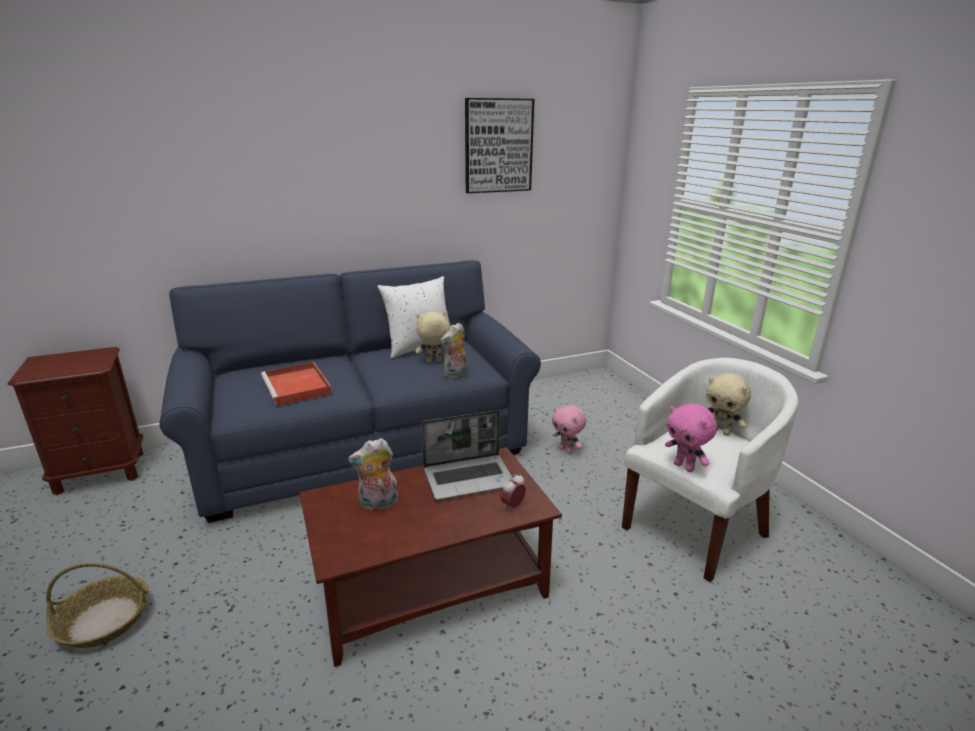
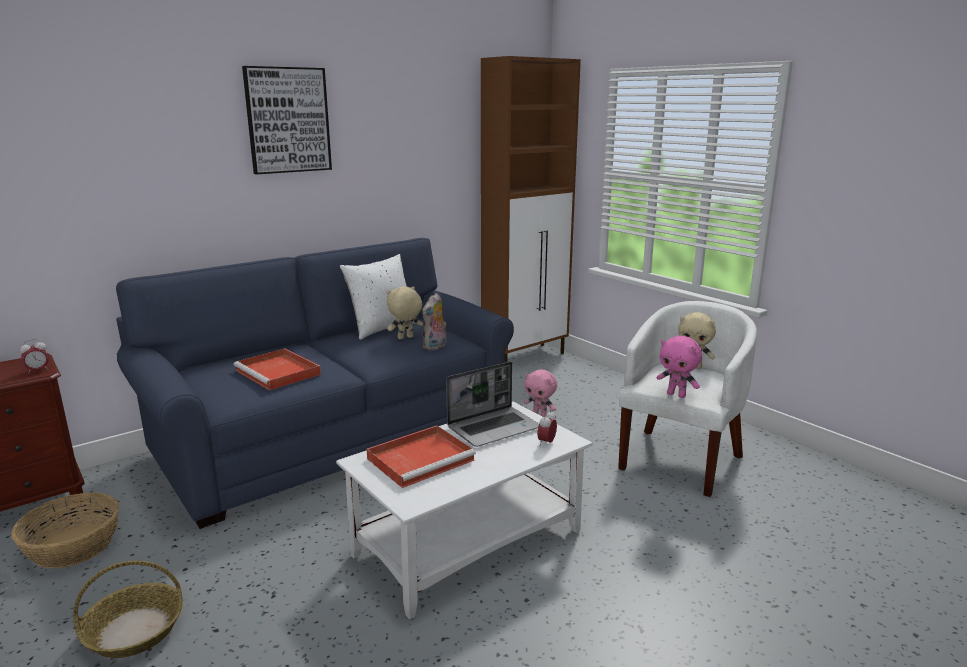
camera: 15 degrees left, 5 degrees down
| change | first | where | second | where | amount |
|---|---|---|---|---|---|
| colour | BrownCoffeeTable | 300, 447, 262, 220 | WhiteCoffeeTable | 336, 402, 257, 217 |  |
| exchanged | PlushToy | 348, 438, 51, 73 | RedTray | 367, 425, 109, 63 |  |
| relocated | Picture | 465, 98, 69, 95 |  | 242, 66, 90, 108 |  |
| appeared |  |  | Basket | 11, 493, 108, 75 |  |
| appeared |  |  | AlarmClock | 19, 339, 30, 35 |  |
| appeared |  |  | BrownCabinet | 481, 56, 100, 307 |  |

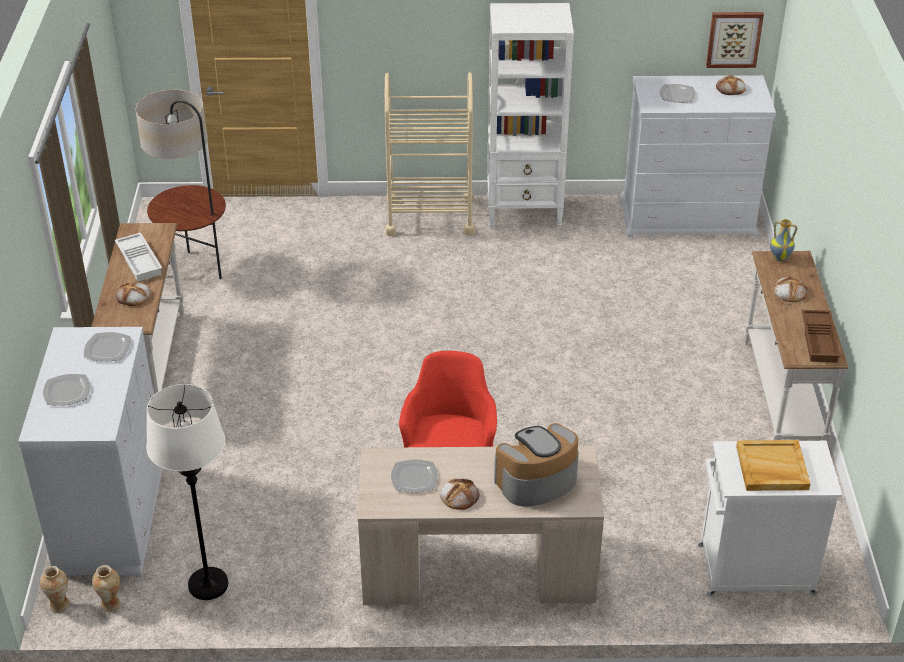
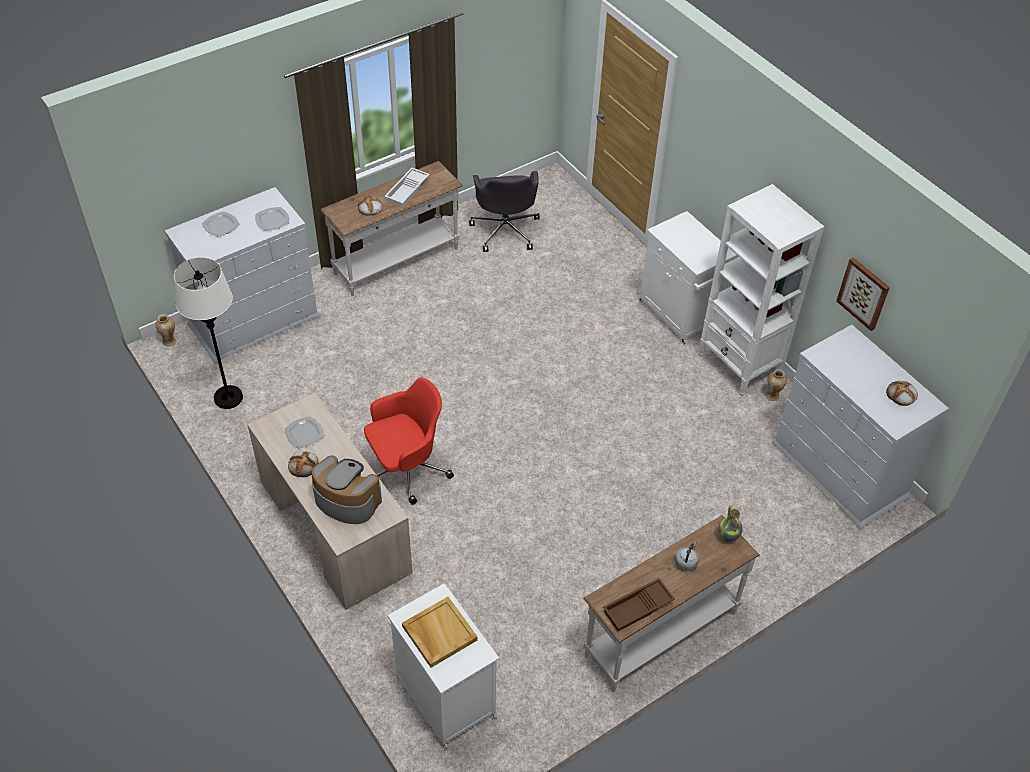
camera: 55 degrees right, 10 degrees up
| change | first | where | second | where | amount |
|---|---|---|---|---|---|
| relocated | Vase | 92, 565, 29, 47 |  | 765, 369, 22, 32 |  |
| exchanged | FloorLamp | 136, 90, 90, 189 | GreyOfficeChair | 469, 171, 71, 81 |  |
| exchanged | BeigeCart | 385, 72, 90, 164 | WhiteCabinet | 638, 211, 99, 134 |  |
| missing | Plate | 660, 84, 36, 19 |  |  |  |
| relocated | Picture | 706, 12, 58, 56 |  | 836, 257, 54, 74 |  |
| exchanged | Bread | 774, 276, 34, 26 | GreyKettle | 675, 541, 24, 31 |  |

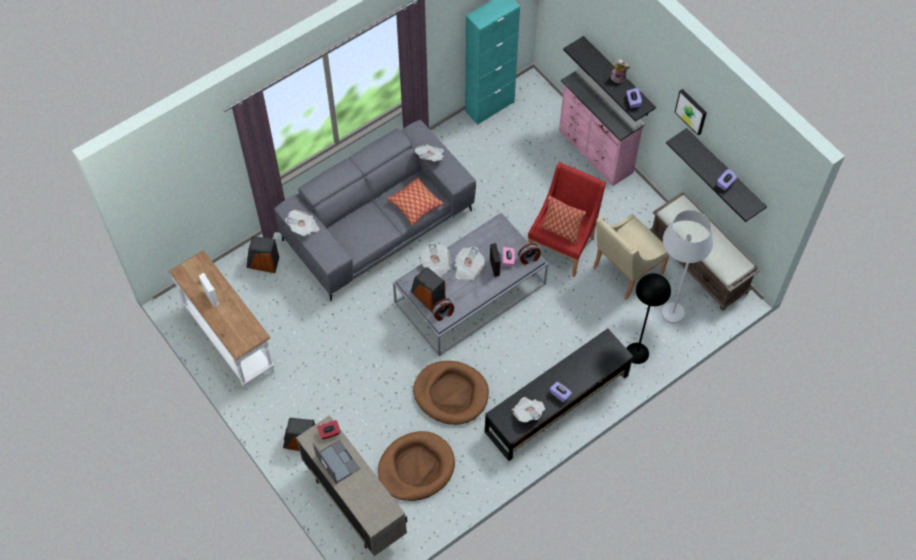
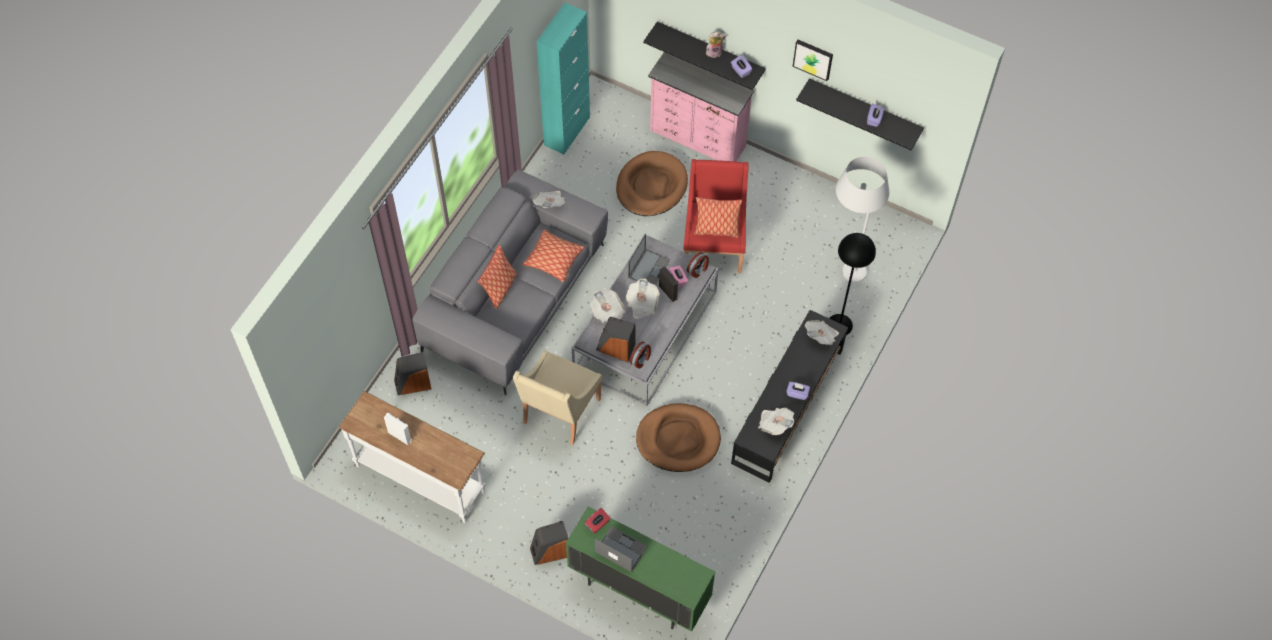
camera: 25 degrees left, 0 degrees up
| change | first | where | second | where | amount |
|---|---|---|---|---|---|
| relocated | Newspaper | 285, 210, 35, 26 |  | 805, 320, 34, 25 |  |
| colour | BeigeCabinet | 296, 415, 111, 141 | GreenCabinet | 566, 507, 149, 125 |  |
| relocated | BrownDogBed | 378, 431, 77, 70 |  | 616, 151, 72, 65 |  |
| relocated | BeigeArmchair | 593, 214, 77, 86 |  | 513, 350, 89, 95 |  |
| missing | BrownBench | 649, 192, 110, 118 |  |  |  |
| appeared |  |  | Pillow | 478, 245, 39, 64 |  |
| appeared |  |  | Laptop | 628, 234, 42, 51 |  |

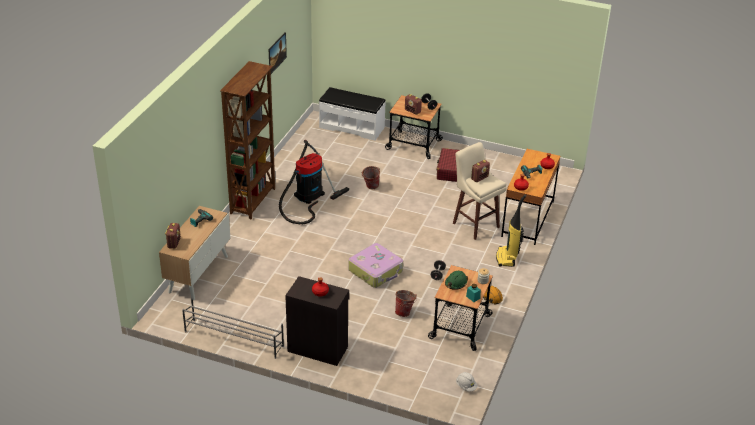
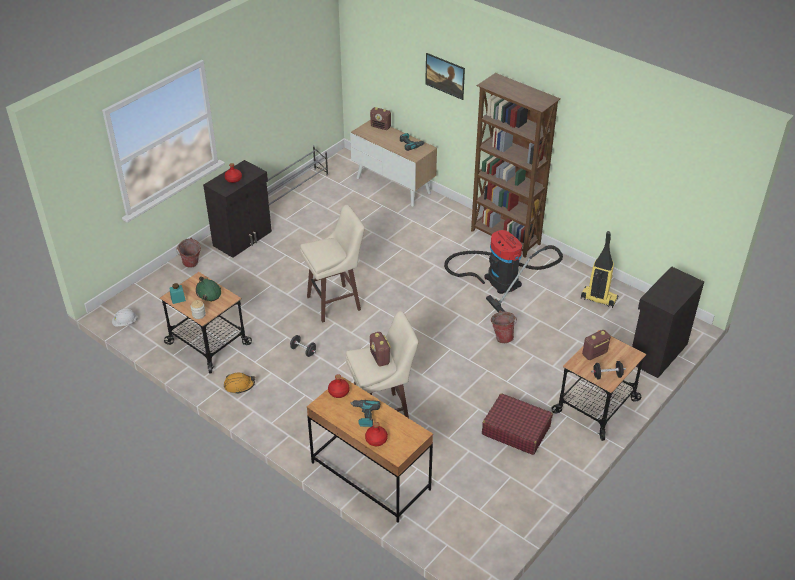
camera: 110 degrees right, 5 degrees up
| change | first | where | second | where | amount |
|---|---|---|---|---|---|
| relocated | Picture | 269, 32, 18, 42 |  | 425, 53, 40, 47 |  |
| exchanged | WhiteBench | 319, 87, 67, 54 | BlackCabinet | 632, 266, 72, 112 |  |
| exchanged | Suitcase | 348, 243, 55, 45 | BeigeStool | 300, 205, 65, 118 |  |
| relocated | Bucket | 395, 290, 22, 27 |  | 176, 238, 25, 30 |  |
| relocated | VacuumCleaner | 496, 194, 30, 73 |  | 581, 231, 37, 77 |  |

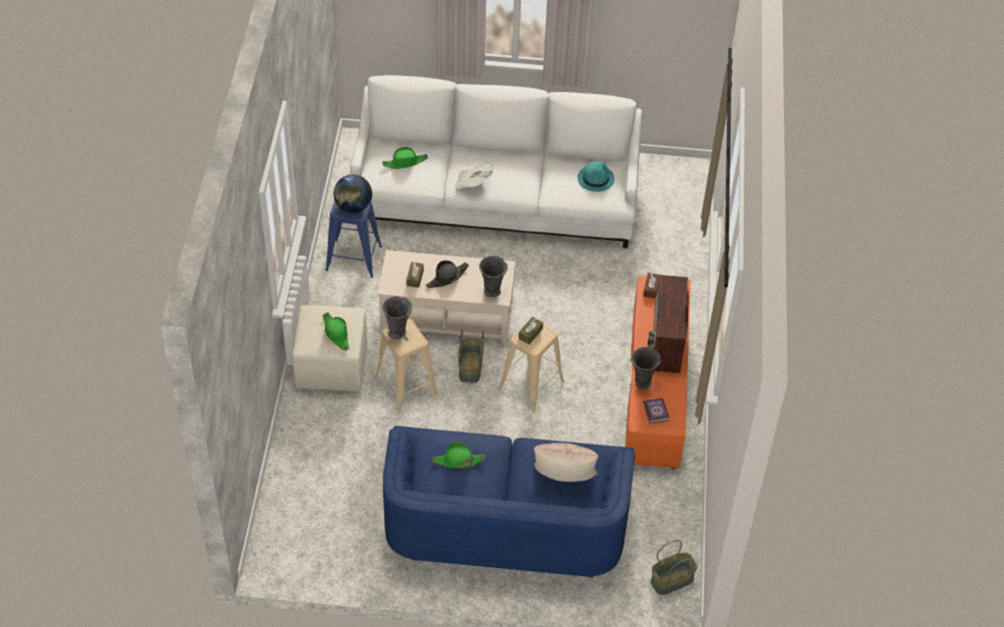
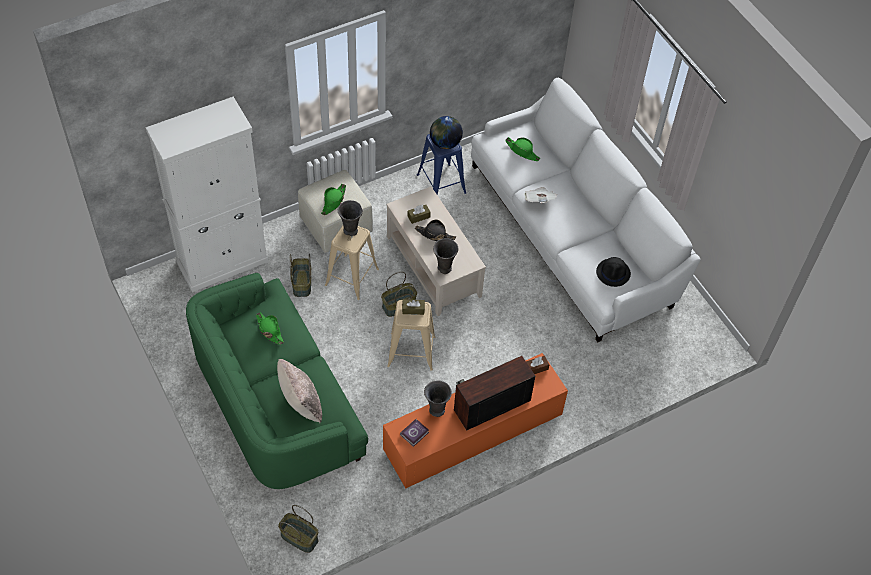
camera: 55 degrees right, 5 degrees up
| change | first | where | second | where | amount |
|---|---|---|---|---|---|
| colour | BlueSofa | 383, 426, 252, 152 | GreenSofa | 186, 273, 182, 216 |  |
| colour | TurquoiseHat | 577, 161, 37, 31 | BlackHat | 596, 257, 35, 30 |  |
| appeared |  |  | WhiteCabinet | 146, 97, 123, 195 |  |
| appeared |  |  | Basket | 290, 254, 21, 43 |  |

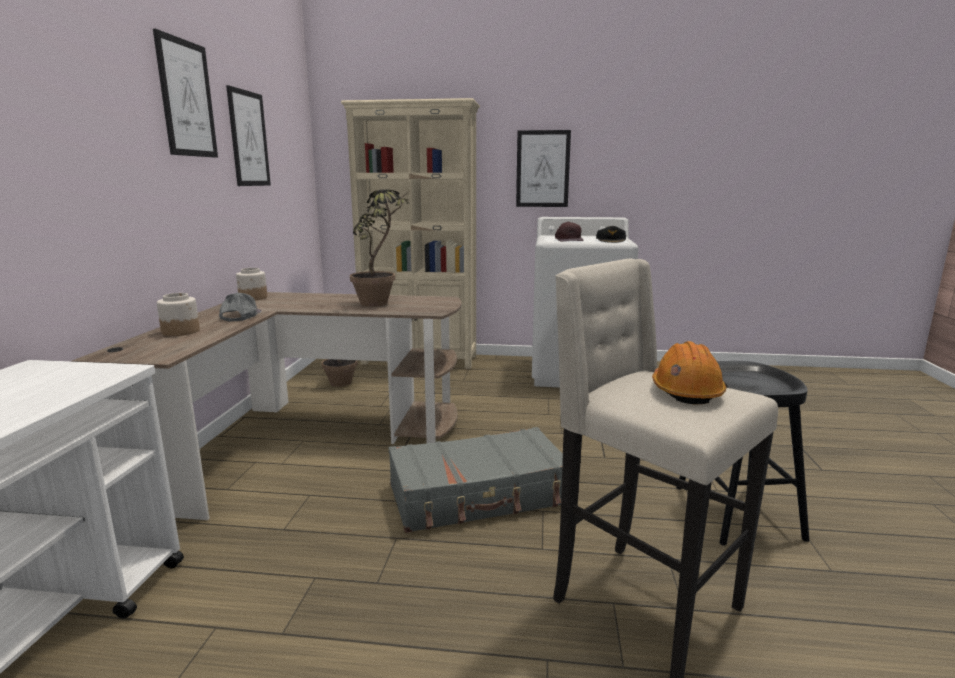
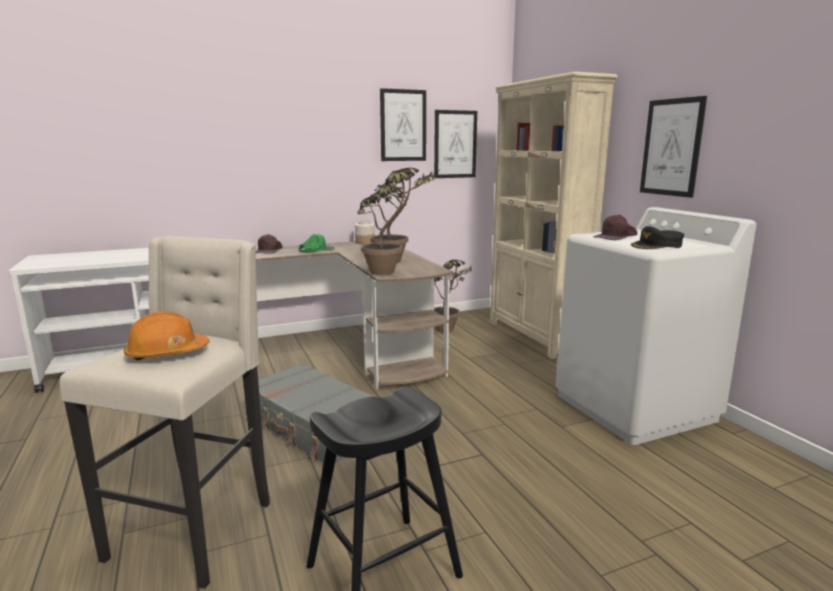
camera: 60 degrees right, 0 degrees up
| change | first | where | second | where | amount |
|---|---|---|---|---|---|
| relocated | Picture | 153, 29, 65, 129 |  | 434, 110, 43, 68 |  |
| exchanged | Jar | 157, 293, 43, 43 | BrownCap | 256, 234, 27, 20 |  |
| colour | GreyCap | 219, 293, 43, 29 | GreenCap | 299, 234, 36, 19 |  |
| appeared |  |  | PottedPlant | 357, 170, 78, 105 |  |

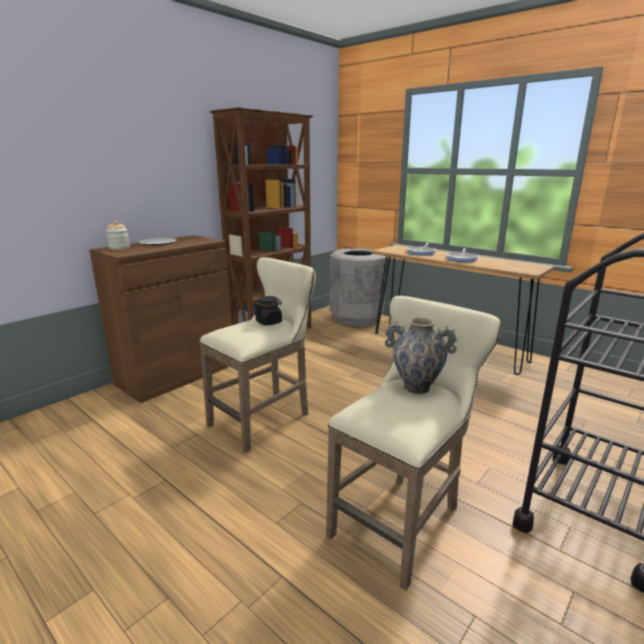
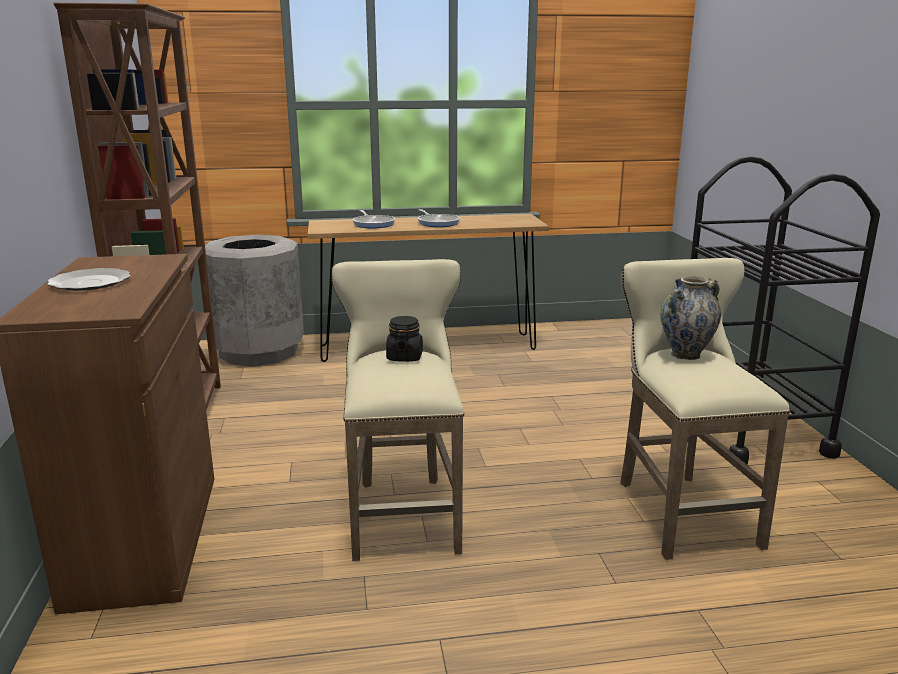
camera: 50 degrees left, 0 degrees up
| change | first | where | second | where | amount |
|---|---|---|---|---|---|
| missing | Jar | 106, 221, 24, 29 |  |  |  |

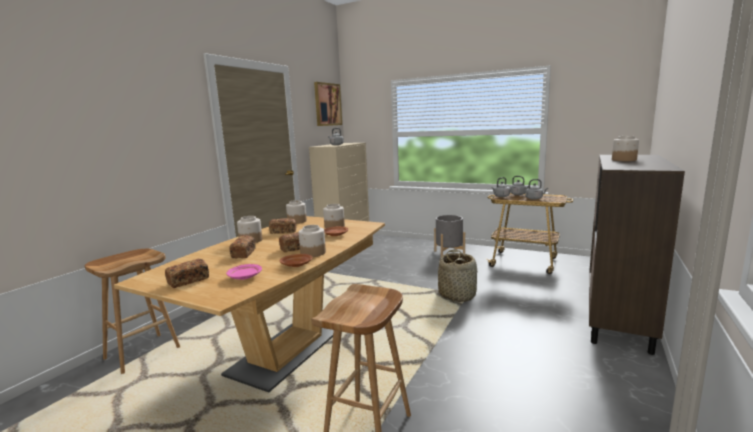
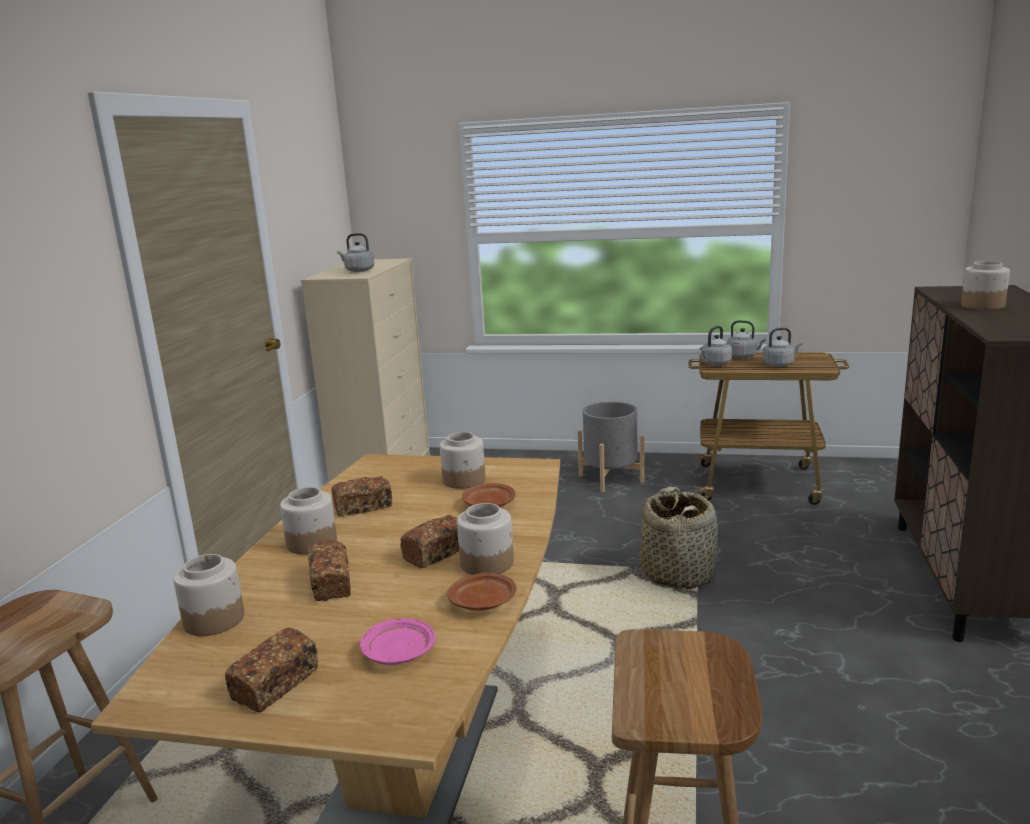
camera: 15 degrees left, 5 degrees up
| change | first | where | second | where | amount |
|---|---|---|---|---|---|
| relocated | Jar | 286, 200, 21, 24 |  | 173, 554, 71, 82 |  |
| missing | Picture | 314, 82, 28, 44 |  |  |  |

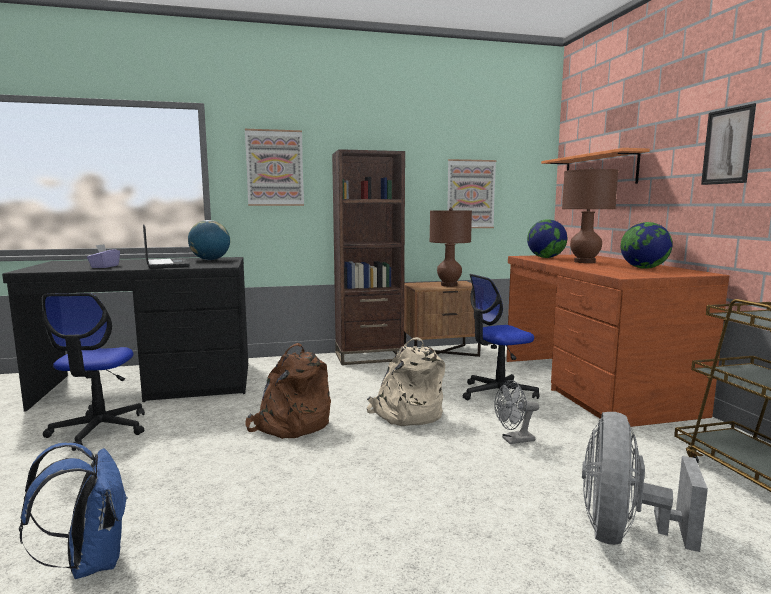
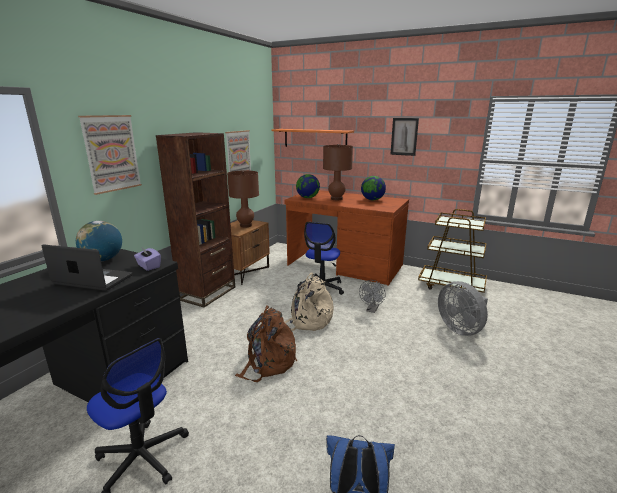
camera: 50 degrees left, 10 degrees up
| change | first | where | second | where | amount |
|---|---|---|---|---|---|
| relocated | PurpleTissueBox | 87, 244, 33, 24 |  | 134, 247, 27, 24 |  |

